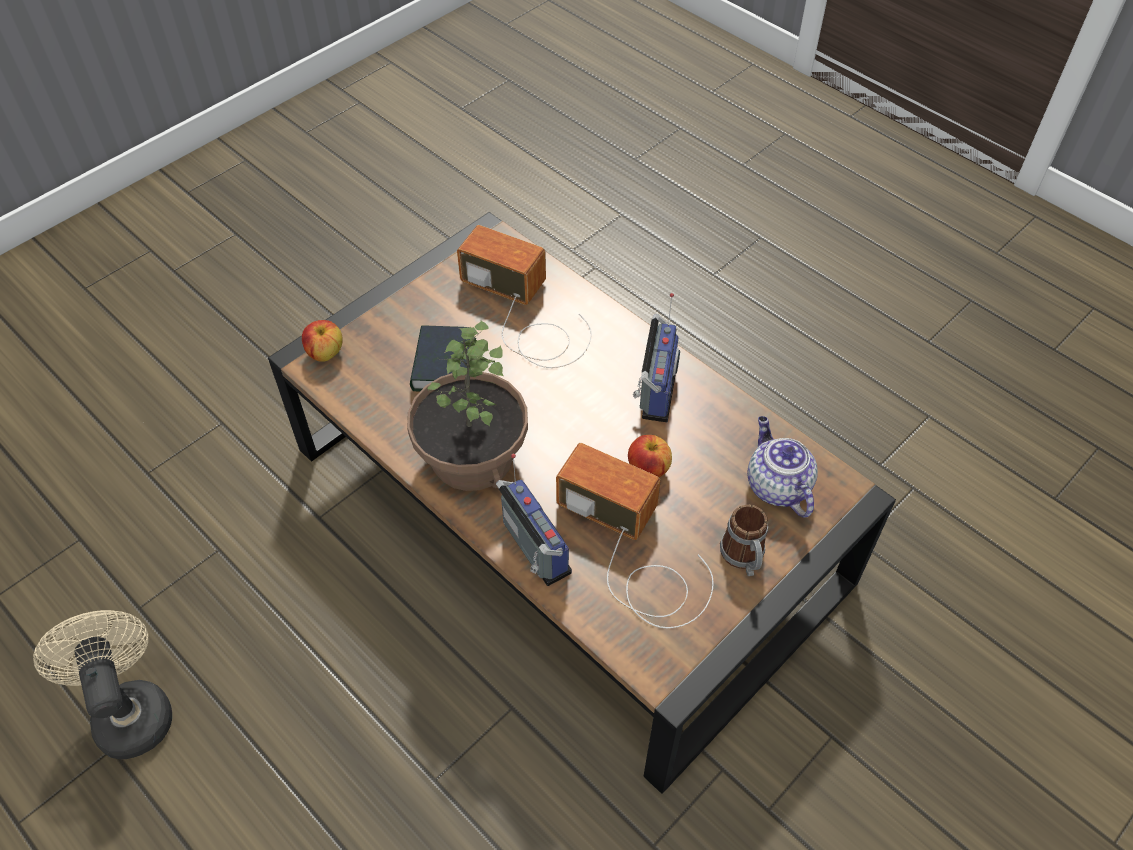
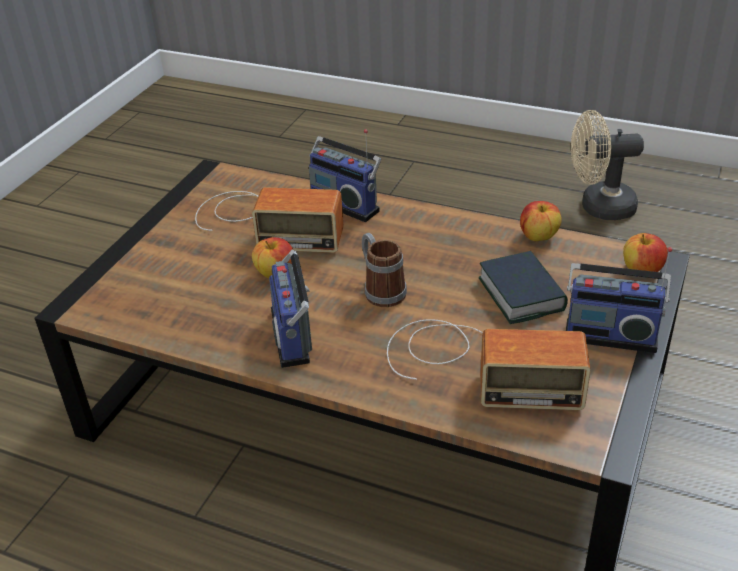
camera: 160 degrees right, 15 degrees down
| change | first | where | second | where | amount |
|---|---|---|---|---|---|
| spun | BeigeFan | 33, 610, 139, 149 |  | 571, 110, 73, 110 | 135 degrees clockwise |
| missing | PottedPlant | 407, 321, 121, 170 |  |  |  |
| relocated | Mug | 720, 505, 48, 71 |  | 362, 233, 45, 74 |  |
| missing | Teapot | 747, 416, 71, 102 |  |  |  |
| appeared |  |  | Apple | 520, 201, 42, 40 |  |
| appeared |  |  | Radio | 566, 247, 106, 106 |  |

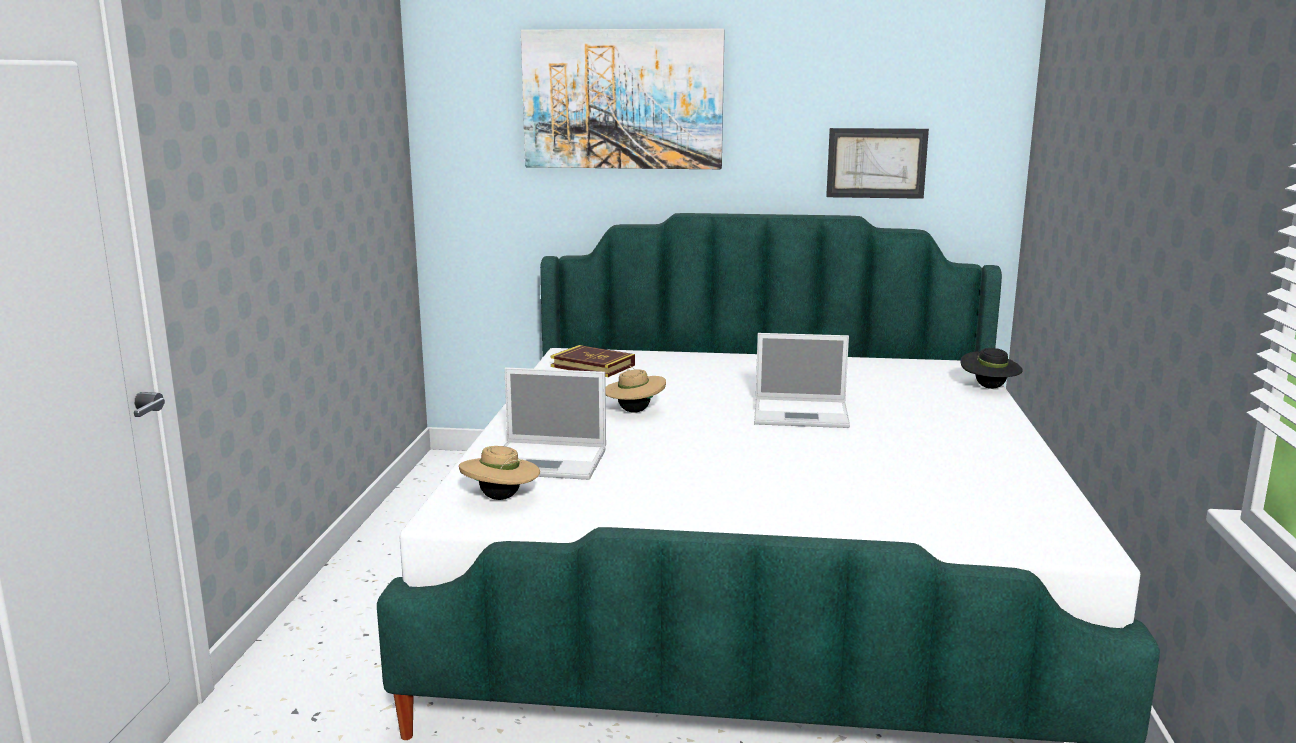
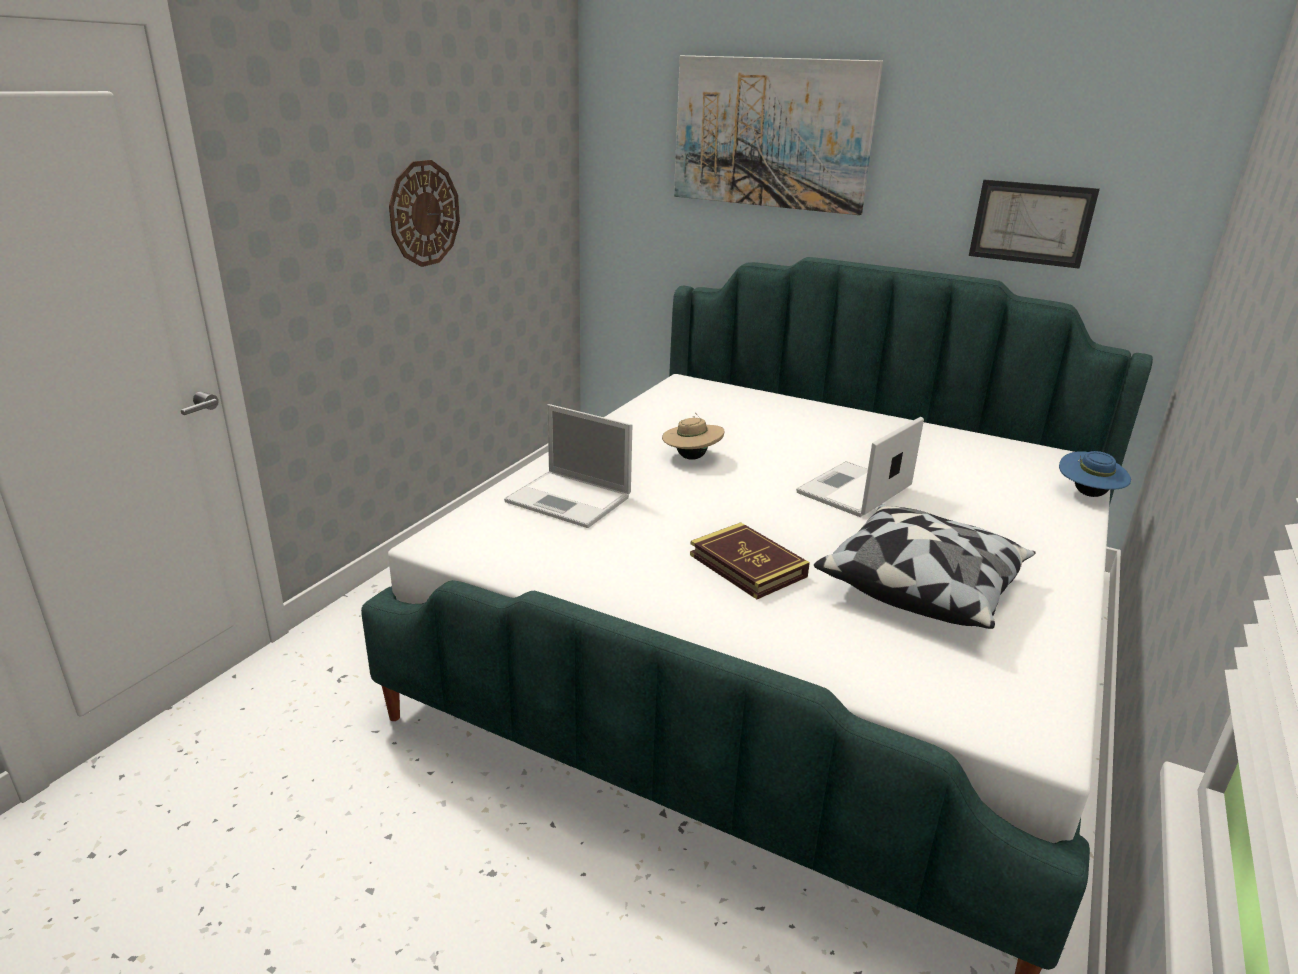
camera: 20 degrees right, 10 degrees up
| change | first | where | second | where | amount |
|---|---|---|---|---|---|
| missing | BeigeHat | 459, 446, 81, 54 |  |  |  |
| relocated | Book | 551, 345, 84, 32 |  | 690, 522, 120, 77 |  |
| spun | Laptop | 754, 333, 96, 95 |  | 796, 417, 128, 100 | 105 degrees clockwise |
| colour | BlackHat | 961, 348, 62, 41 | BlueHat | 1059, 451, 72, 46 |  |
| appeared |  |  | WallClock | 389, 160, 71, 107 |  |
| appeared |  |  | Pillow | 814, 504, 222, 125 |  |

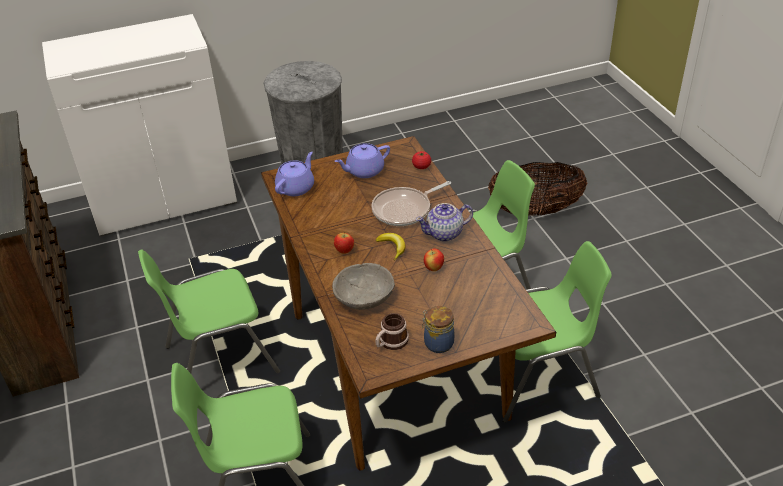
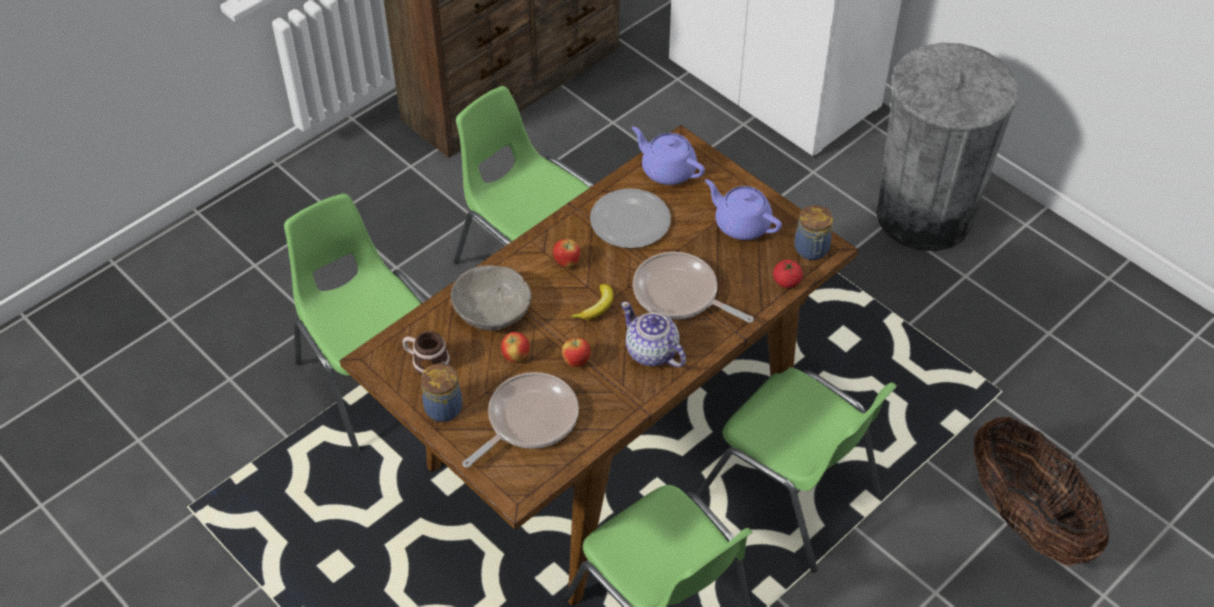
camera: 65 degrees right, 10 degrees up
| change | first | where | second | where | amount |
|---|---|---|---|---|---|
| spun | PurpleTeapot | 275, 152, 39, 44 |  | 632, 127, 73, 58 | 150 degrees counterclockwise |
| appeared |  |  | FryingPan | 462, 372, 117, 96 |  |
| appeared |  |  | Apple | 501, 332, 29, 31 |  |
| appeared |  |  | Plate | 590, 188, 81, 60 |  |
| appeared |  |  | Jar | 794, 205, 39, 55 |  |

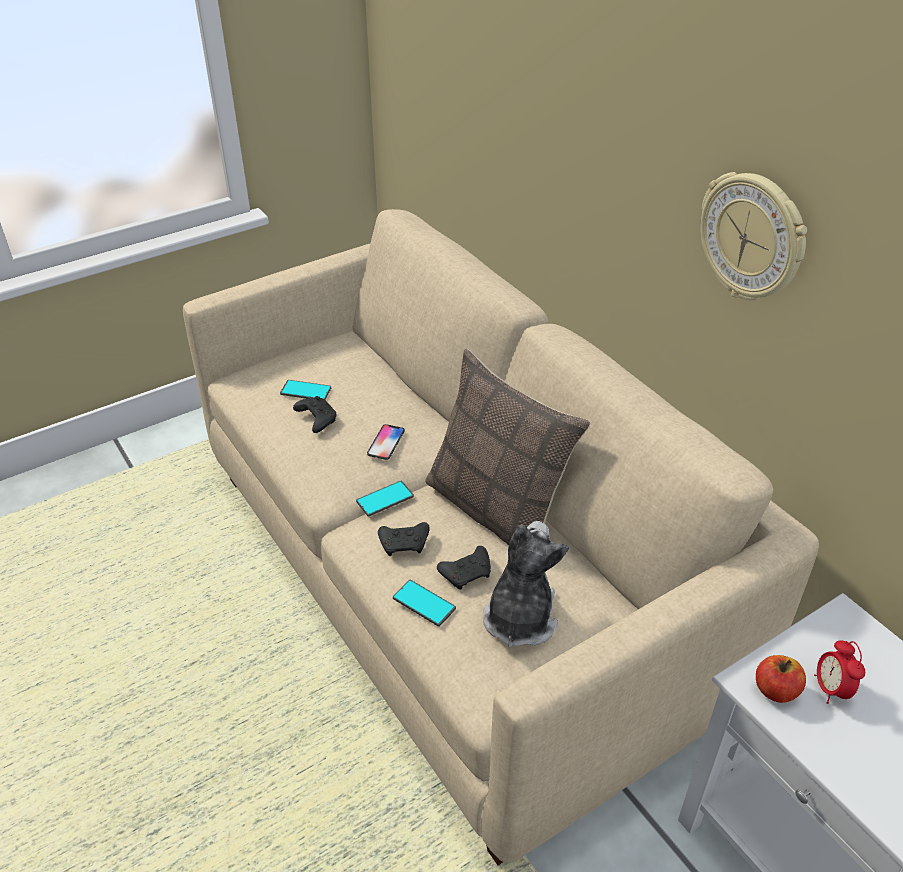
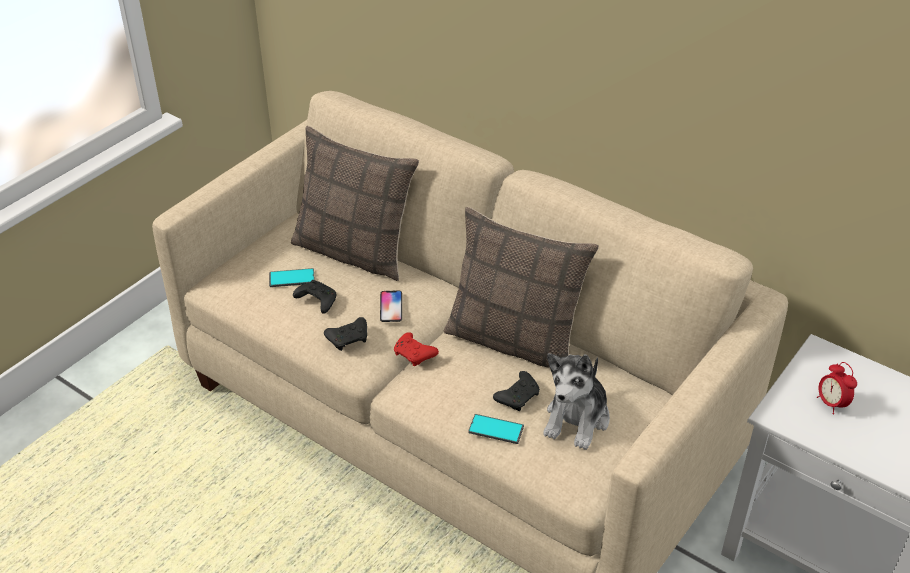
camera: 20 degrees left, 0 degrees up
| change | first | where | second | where | amount |
|---|---|---|---|---|---|
| exchanged | Phone | 356, 481, 58, 36 | RedGameController | 394, 332, 45, 34 |  |
| relocated | BlackGameController | 378, 522, 52, 34 |  | 324, 317, 43, 34 |  |
| spun | PlushToy | 483, 521, 86, 126 |  | 543, 353, 67, 97 | 150 degrees counterclockwise |
| missing | WallClock | 700, 172, 107, 128 |  |  |  |
| missing | Apple | 756, 655, 50, 48 |  |  |  |
| appeared |  |  | Pillow | 291, 126, 128, 155 |  |

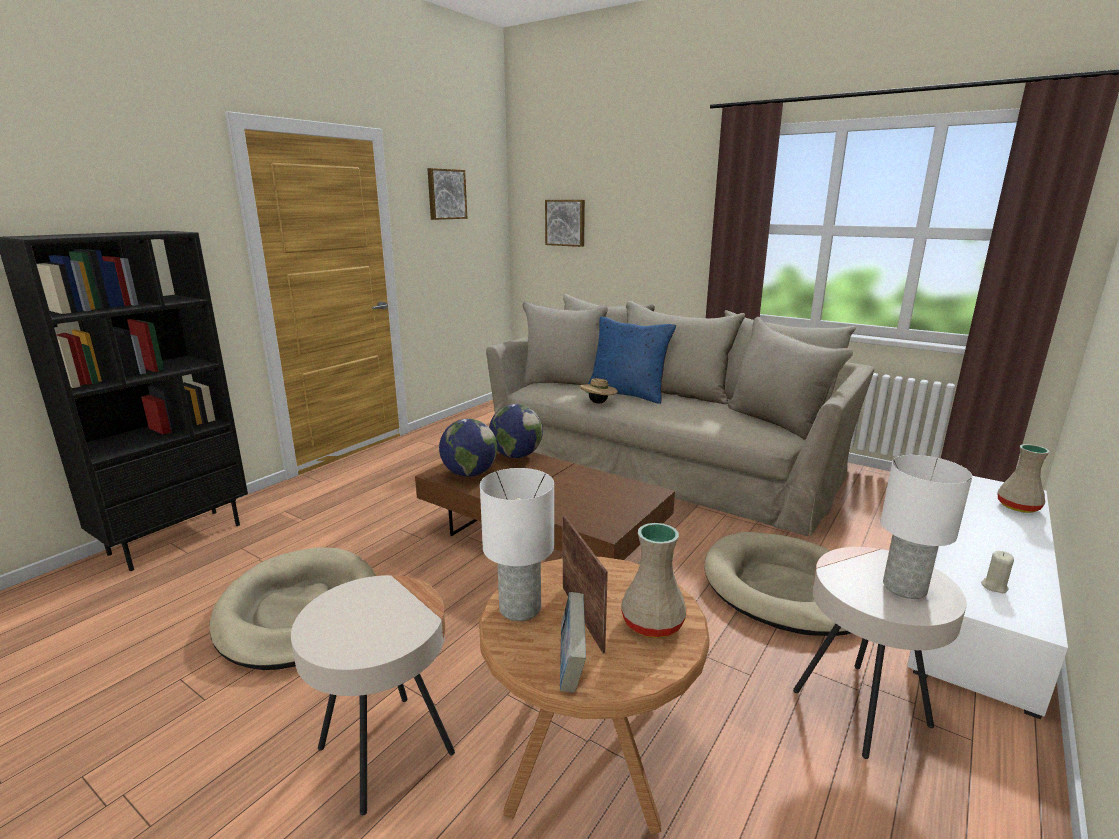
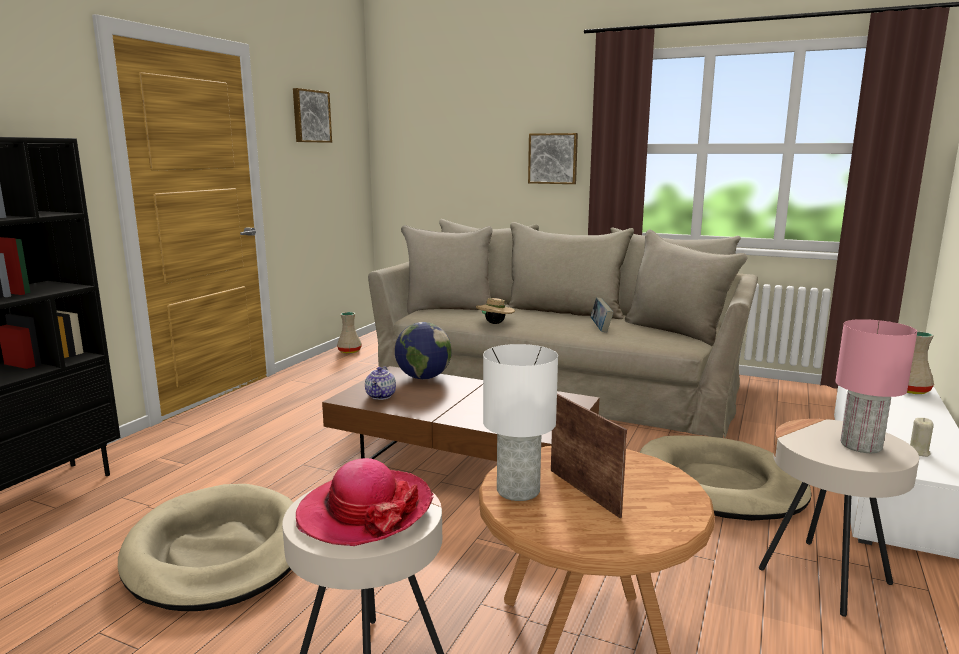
camera: 10 degrees left, 5 degrees down
| change | first | where | second | where | amount |
|---|---|---|---|---|---|
| exchanged | Globe | 439, 419, 58, 58 | Teapot | 365, 366, 31, 34 |  |
| relocated | Picture | 545, 200, 40, 47 |  | 528, 133, 50, 51 |  |
| relocated | Book | 560, 592, 26, 101 |  | 591, 297, 23, 35 |  |
| missing | BluePillow | 588, 317, 88, 87 |  |  |  |
| relocated | BeigeVase | 621, 523, 65, 115 |  | 337, 312, 25, 41 |  |
| colour | WhiteTableLamp | 881, 455, 91, 144 | PinkTableLamp | 836, 319, 81, 134 |  |
| appeared |  |  | Hat | 296, 458, 138, 88 |  |

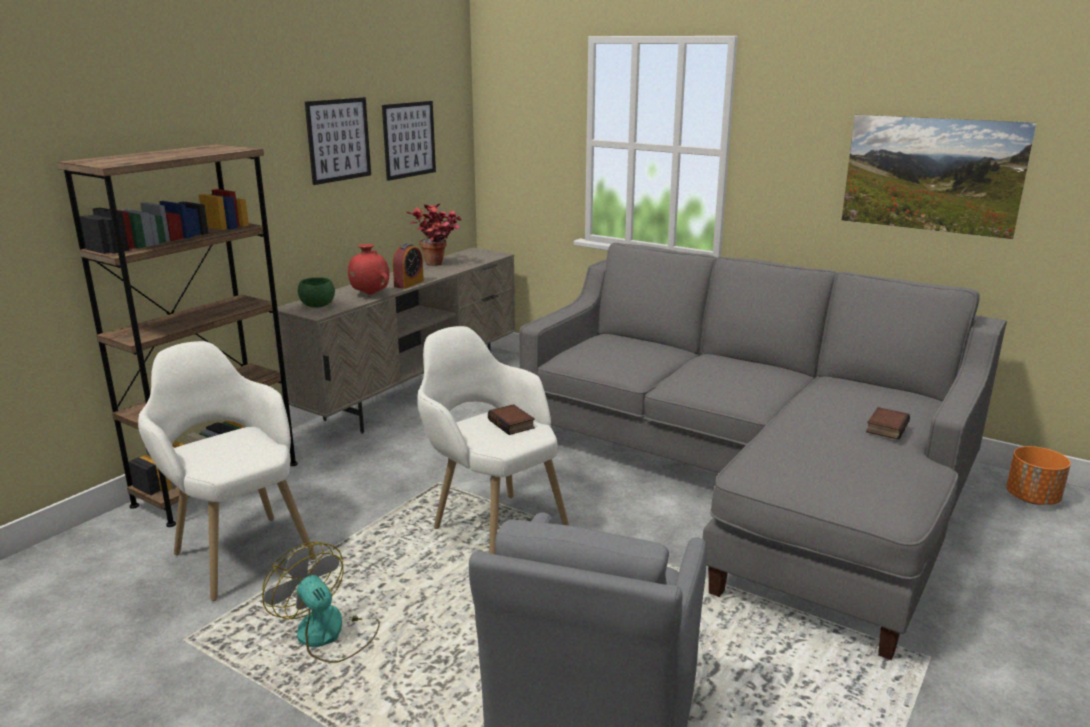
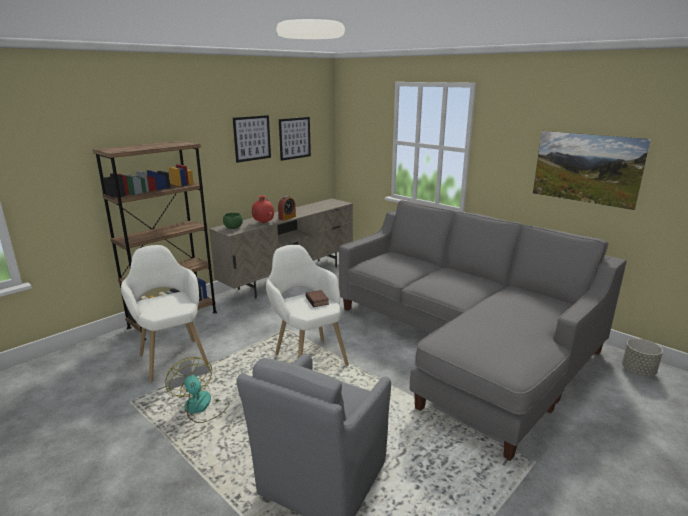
camera: 10 degrees right, 0 degrees up
| change | first | where | second | where | amount |
|---|---|---|---|---|---|
| missing | PottedPlant | 407, 204, 54, 62 |  |  |  |
| missing | Book | 866, 407, 44, 33 |  |  |  |
| colour | OrangePlanter | 1006, 446, 65, 59 | GreyPlanter | 622, 339, 41, 37 |  |

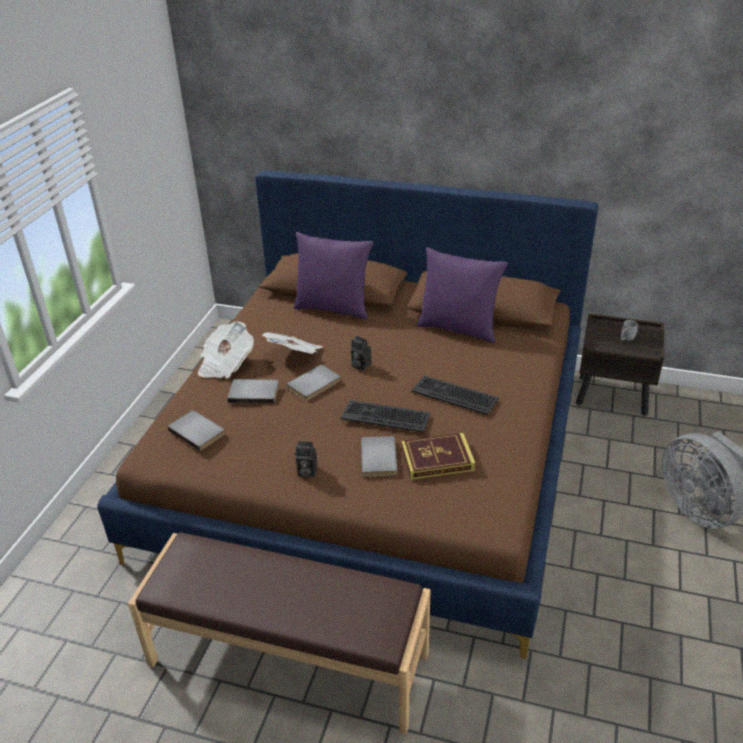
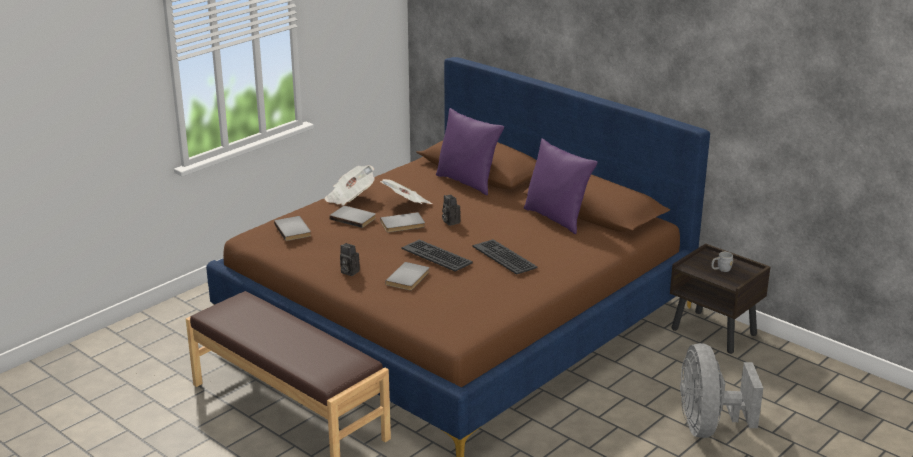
camera: 25 degrees right, 10 degrees down
| change | first | where | second | where | amount |
|---|---|---|---|---|---|
| missing | Book | 401, 433, 74, 47 |  |  |  |

